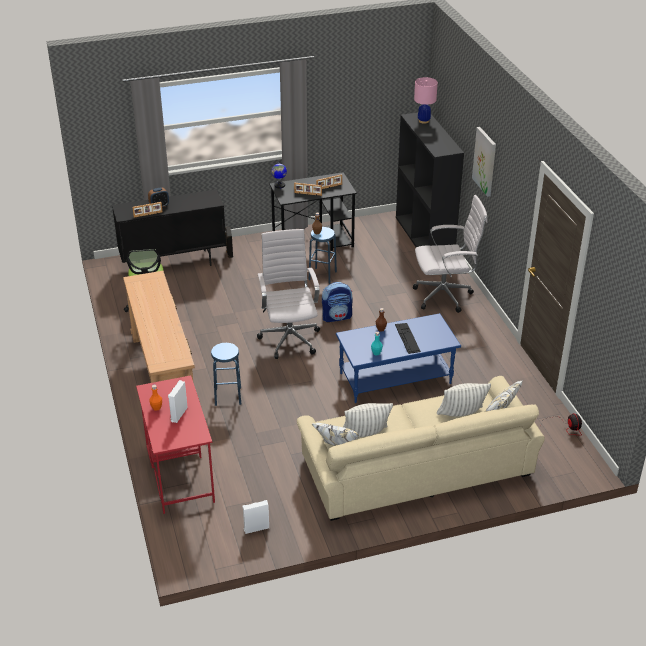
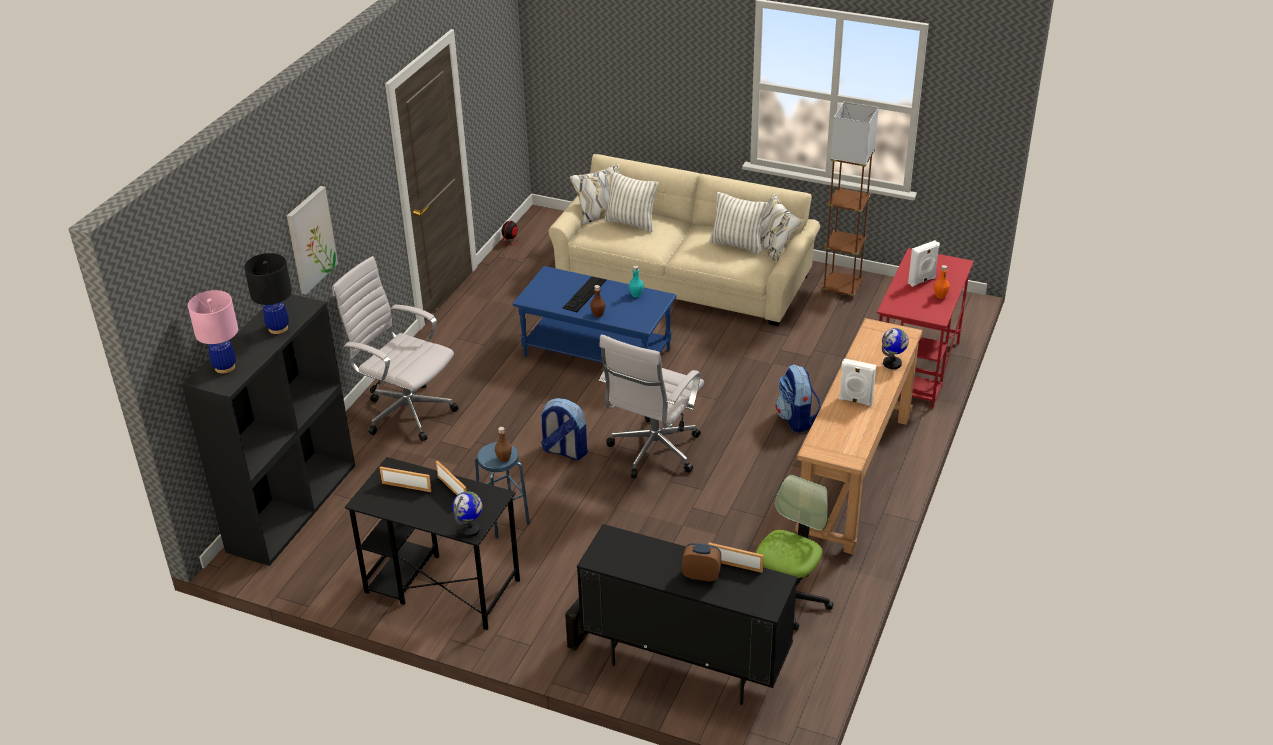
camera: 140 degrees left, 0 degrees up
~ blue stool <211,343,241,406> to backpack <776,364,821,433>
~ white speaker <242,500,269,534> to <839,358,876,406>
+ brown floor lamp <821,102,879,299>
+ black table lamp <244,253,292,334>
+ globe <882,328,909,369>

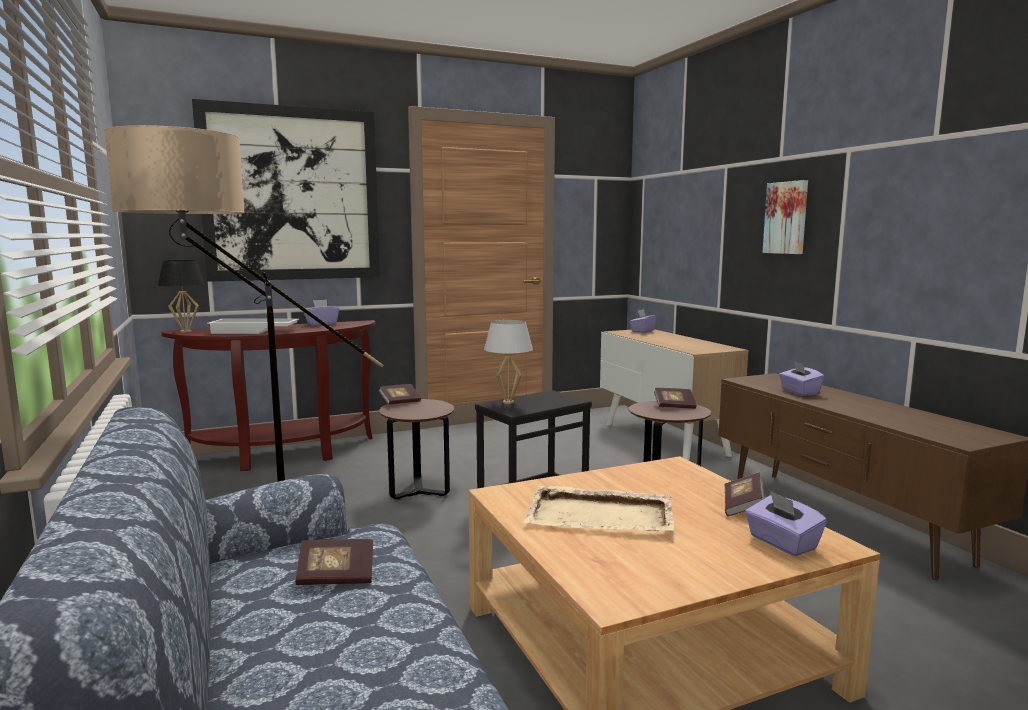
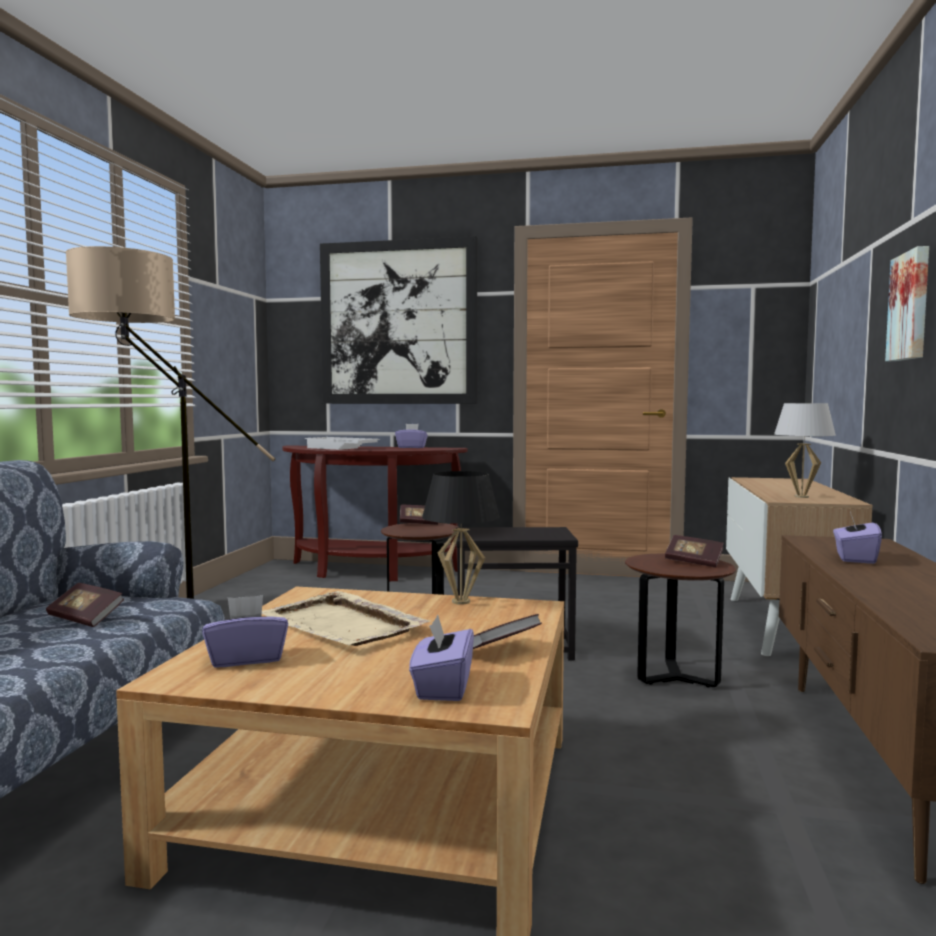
camera: 35 degrees right, 5 degrees down
~ black table lamp <158,260,205,332> to <422,471,500,605>
~ purple tissue box <629,310,657,333> to <202,595,288,668>
~ white table lamp <484,320,533,404> to <774,403,836,498>

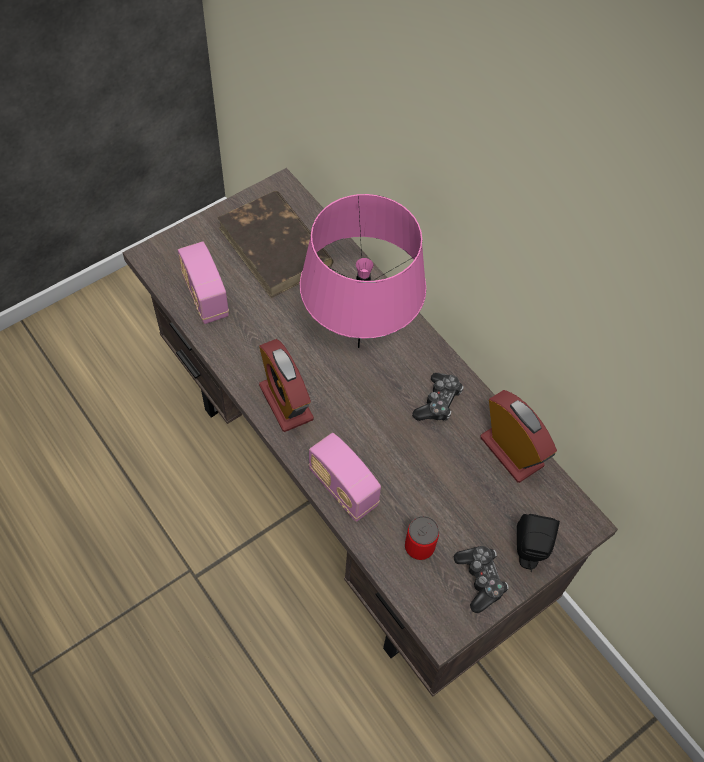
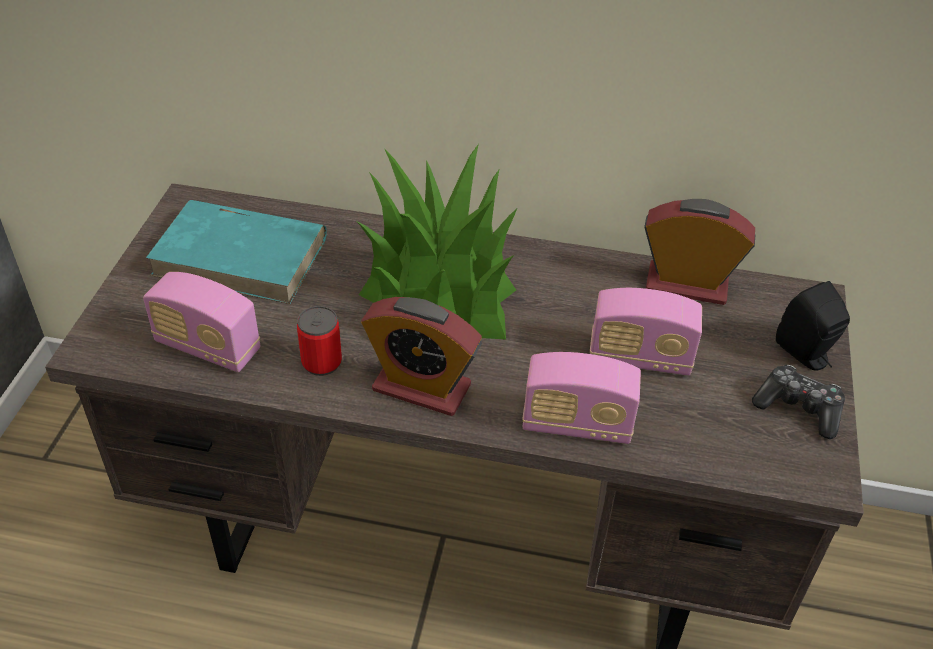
camera: 40 degrees left, 15 degrees down
~ brown book <217,191,334,298> to turquoise book <146,200,327,304>
~ pink table lamp <300,194,426,348> to potted plant <355,144,517,340>
- game controller <412,373,464,421>
~ can <405,516,439,560> to <297,306,342,376>
+ radio <590,288,702,376>

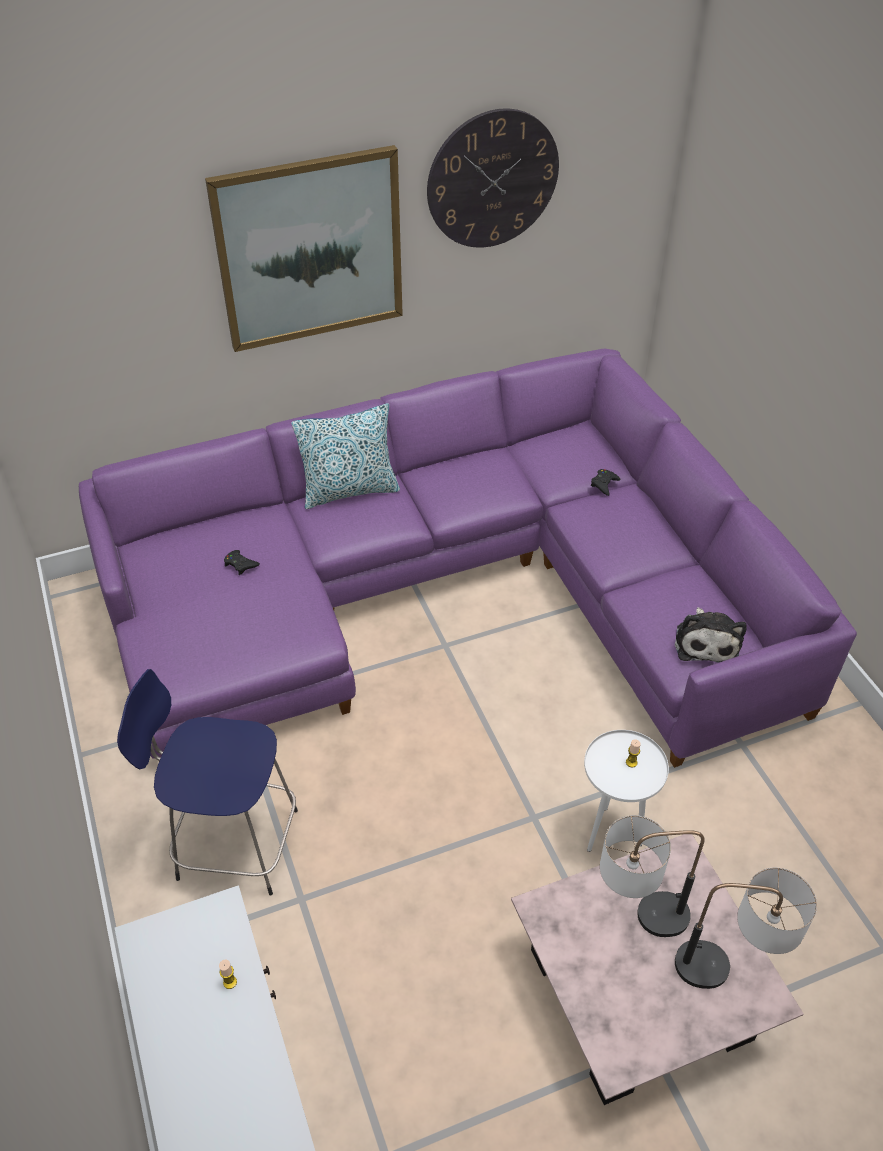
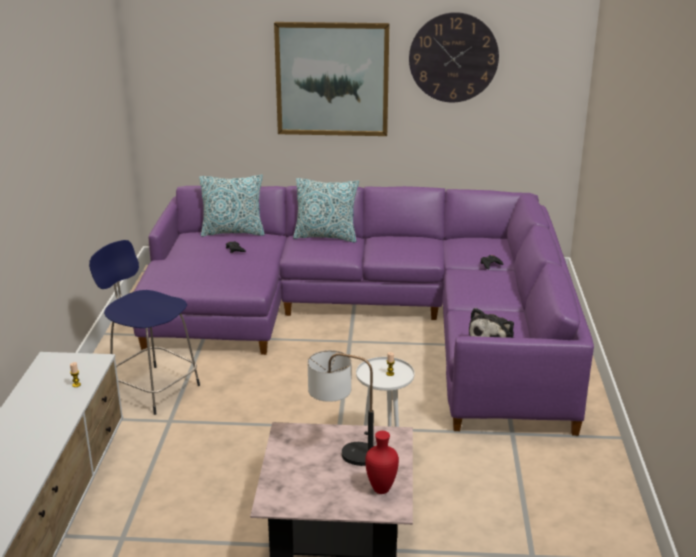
camera: 25 degrees right, 20 degrees down
~ table lamp <675,868,817,989> to red vase <365,431,399,494>
+ pillow <199,175,265,237>

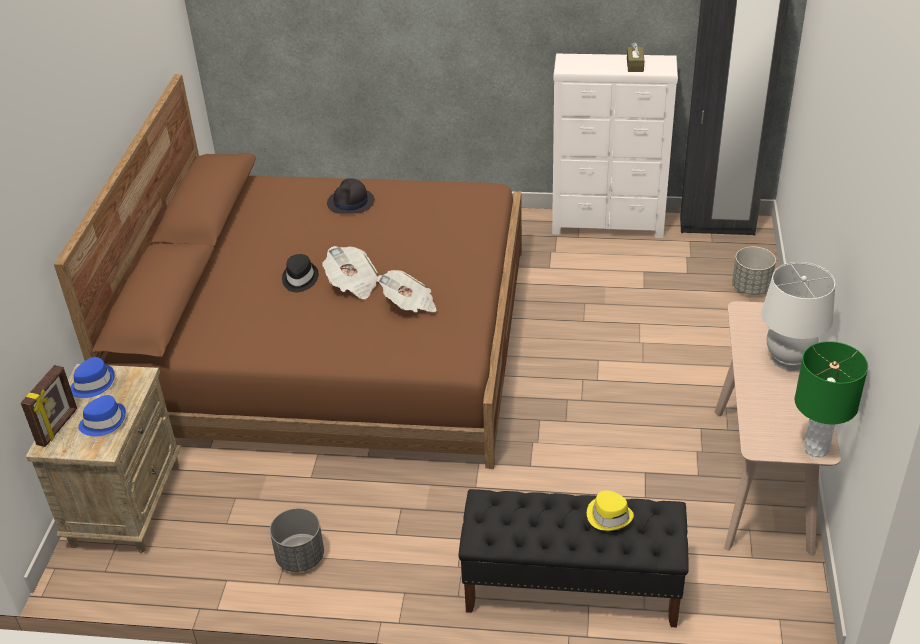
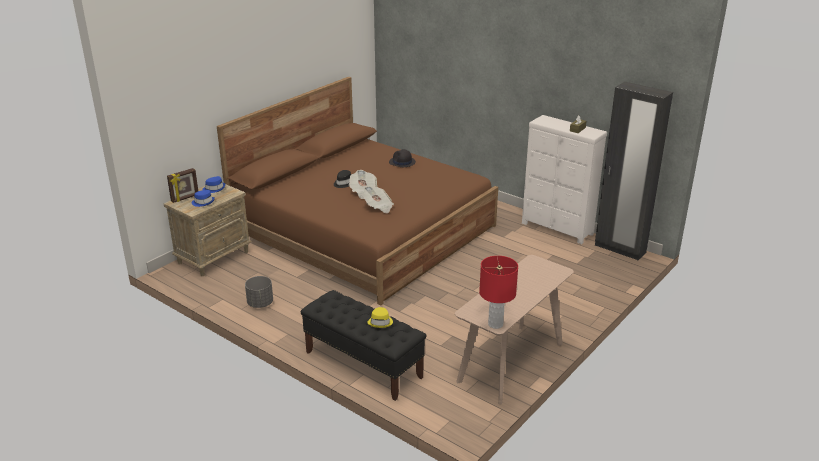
camera: 30 degrees right, 10 degrees down
- grey planter <732,247,776,295>
- white table lamp <761,262,835,371>
~ green table lamp <795,341,868,457> to red table lamp <479,256,518,329>

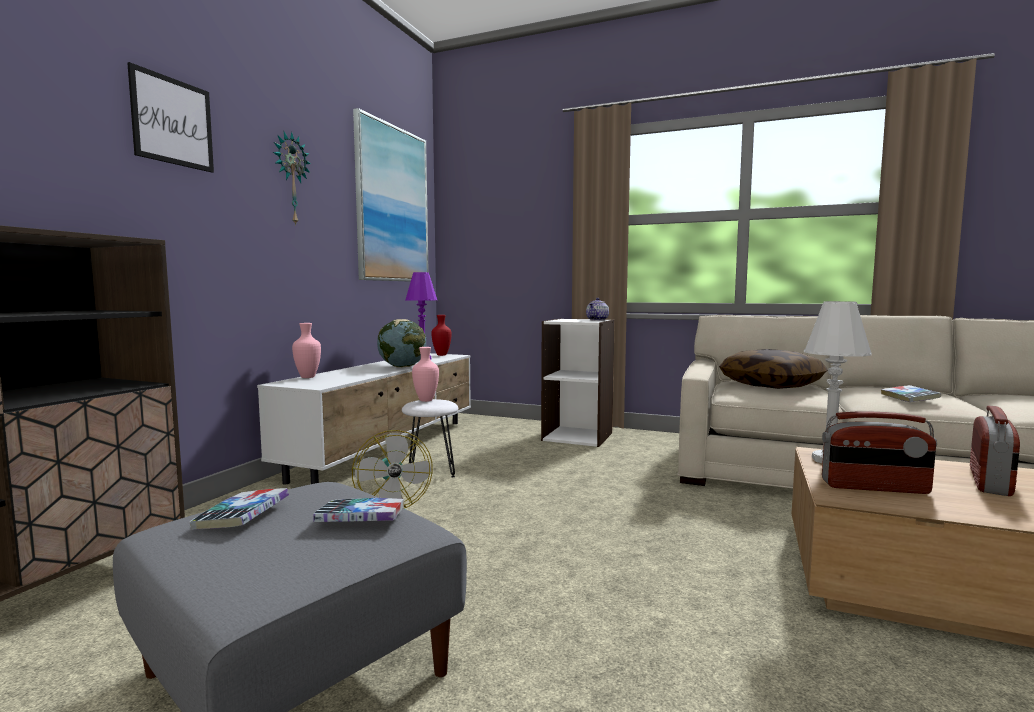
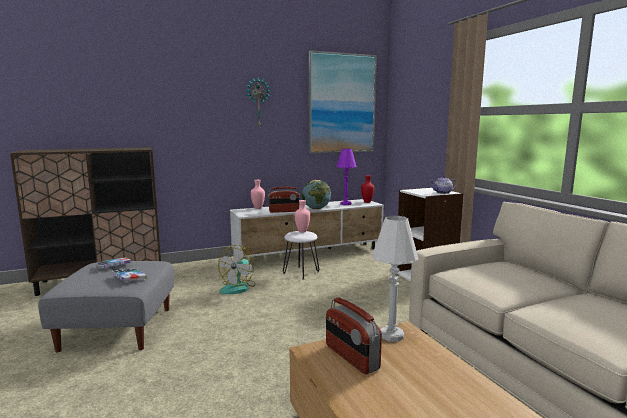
camera: 45 degrees right, 5 degrees up
- picture <127,62,214,173>
- pillow <719,349,828,389>
- book <881,385,941,402>
~ radio <970,405,1020,496> to <268,187,300,213>

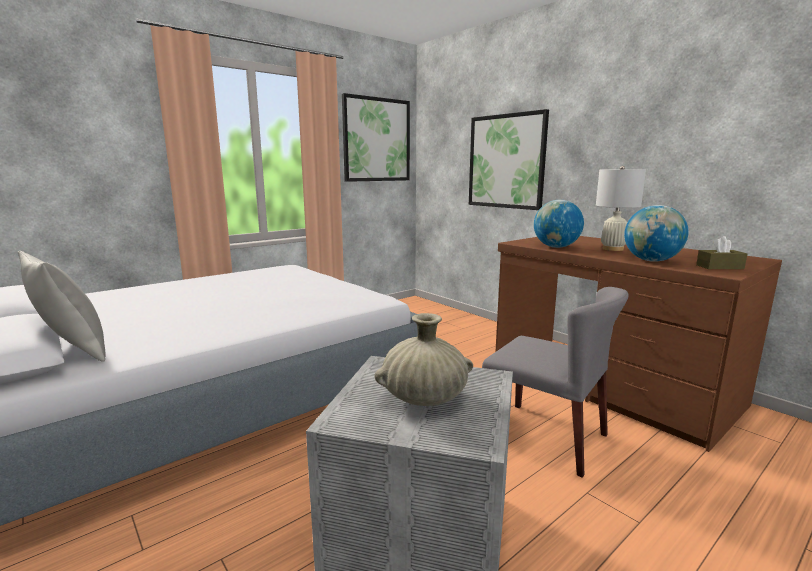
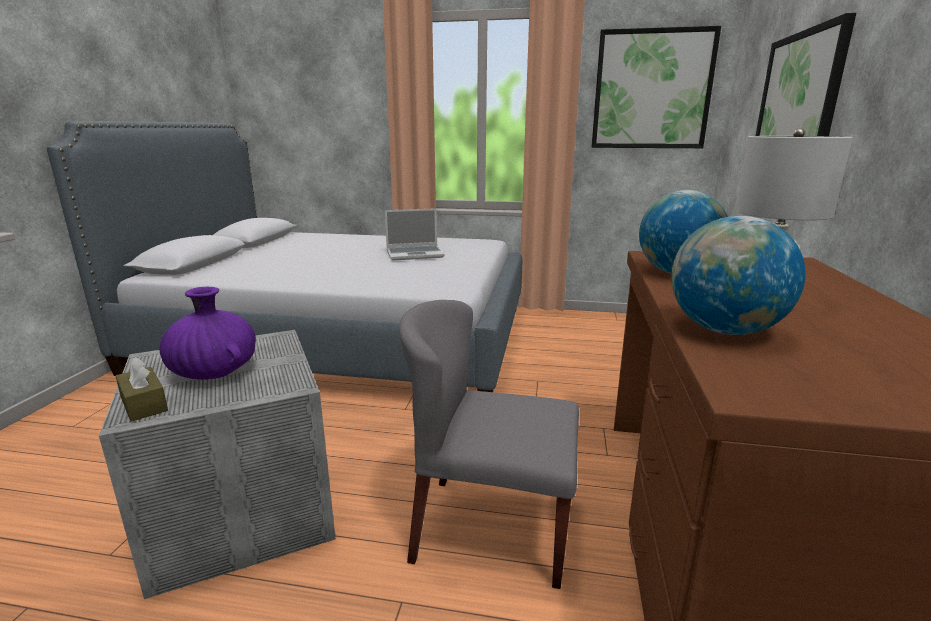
camera: 50 degrees right, 5 degrees up
~ brown tissue box <696,236,747,269> to <116,357,168,422>
- grey pillow <18,251,106,362>
~ grey chair <482,287,629,478> = <399,300,579,589> 105 degrees clockwise
~ beige vase <375,313,473,406> to purple vase <159,287,256,380>
+ laptop <385,208,444,261>

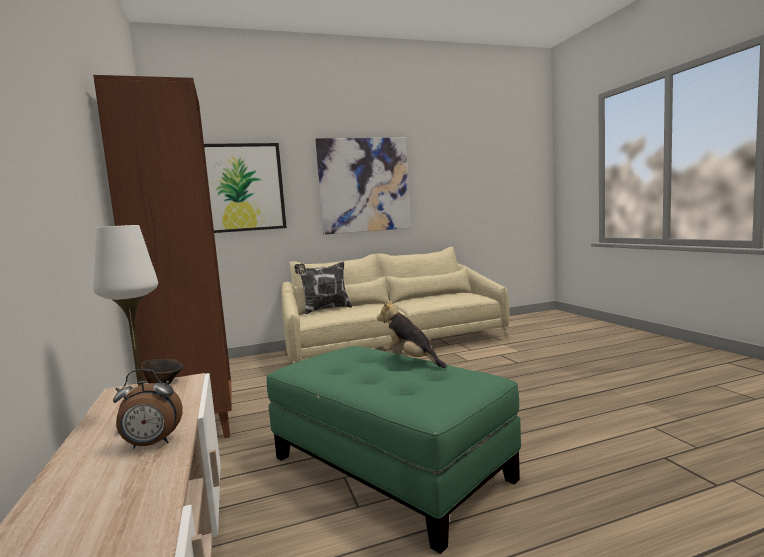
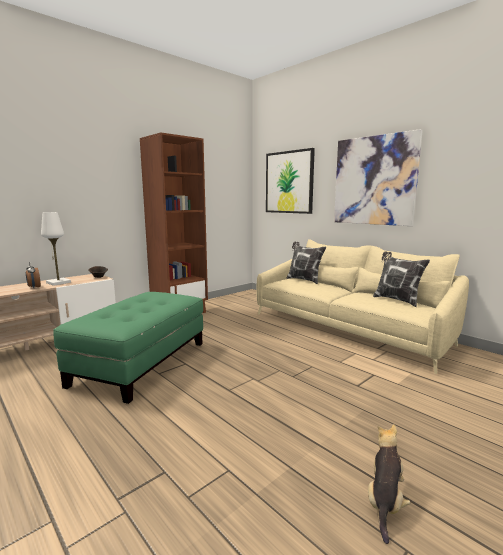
camera: 65 degrees right, 5 degrees up
~ plush toy <377,299,447,368> to <368,424,411,544>
+ pillow <373,251,430,307>

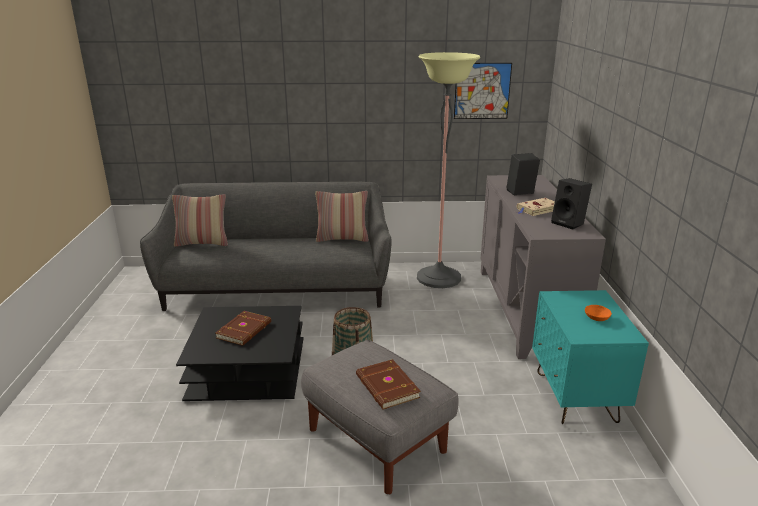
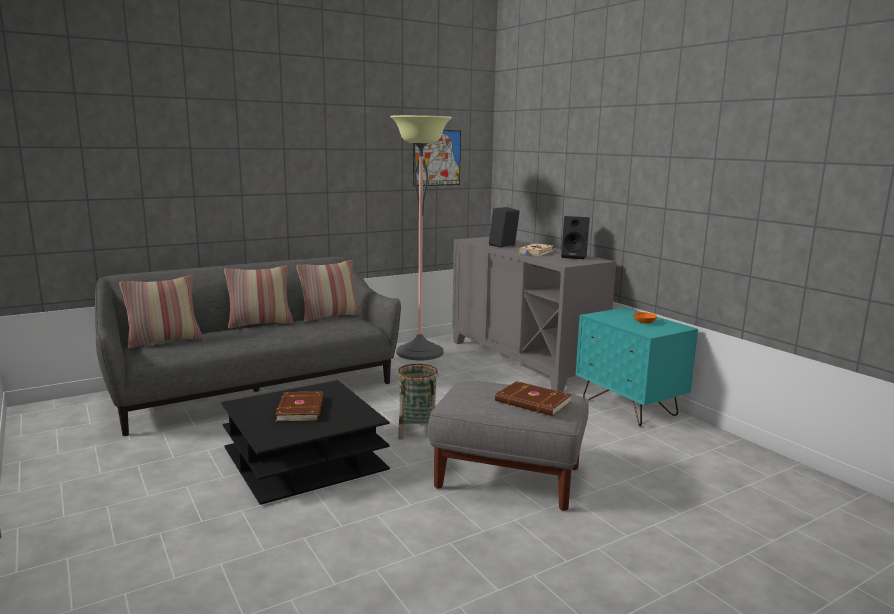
camera: 30 degrees left, 10 degrees down
+ pillow <224,265,293,329>

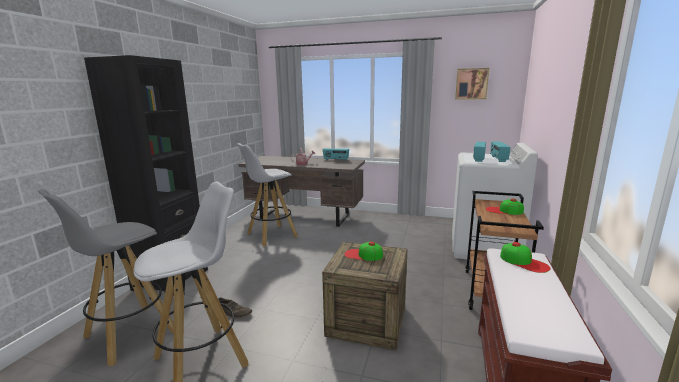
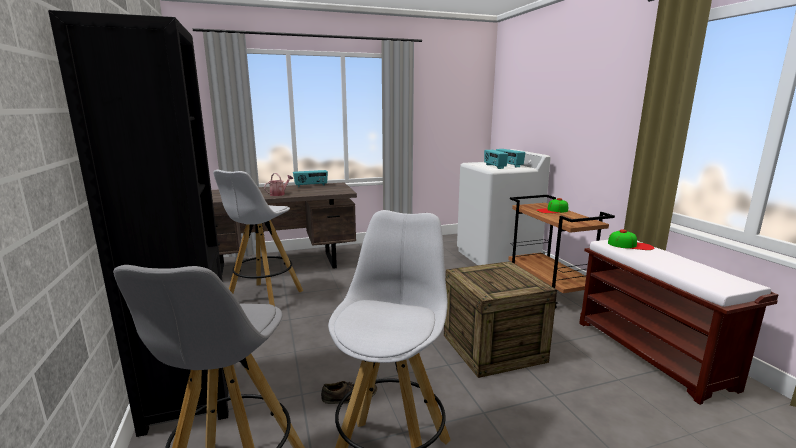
camera: 35 degrees left, 0 degrees up
- picture <455,68,489,100>
- cap <344,242,383,261>

